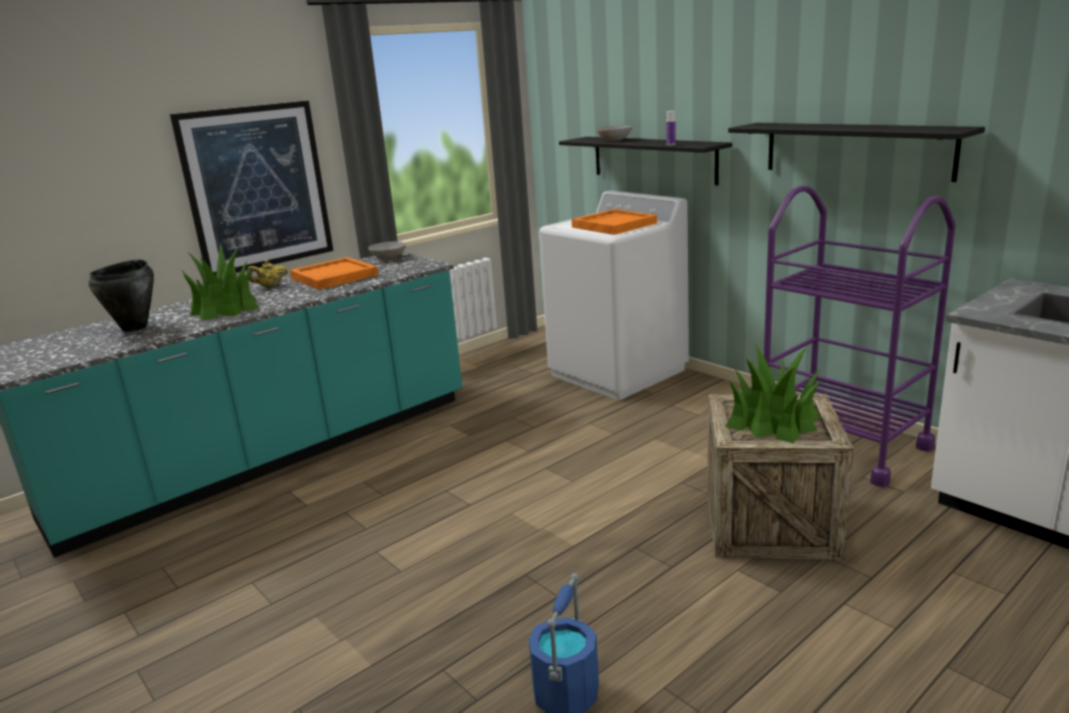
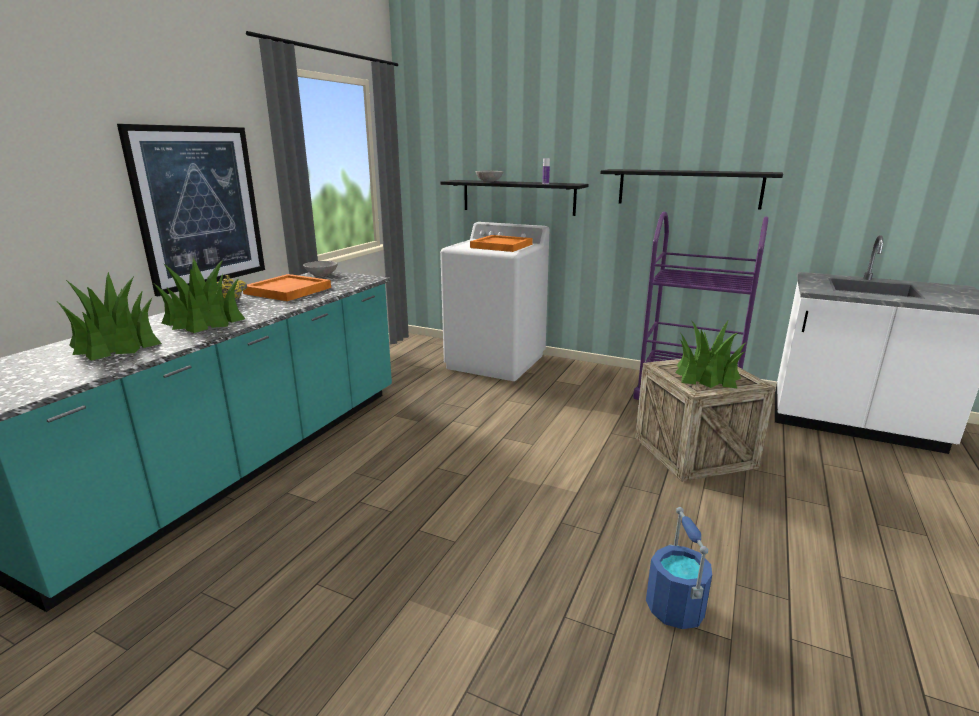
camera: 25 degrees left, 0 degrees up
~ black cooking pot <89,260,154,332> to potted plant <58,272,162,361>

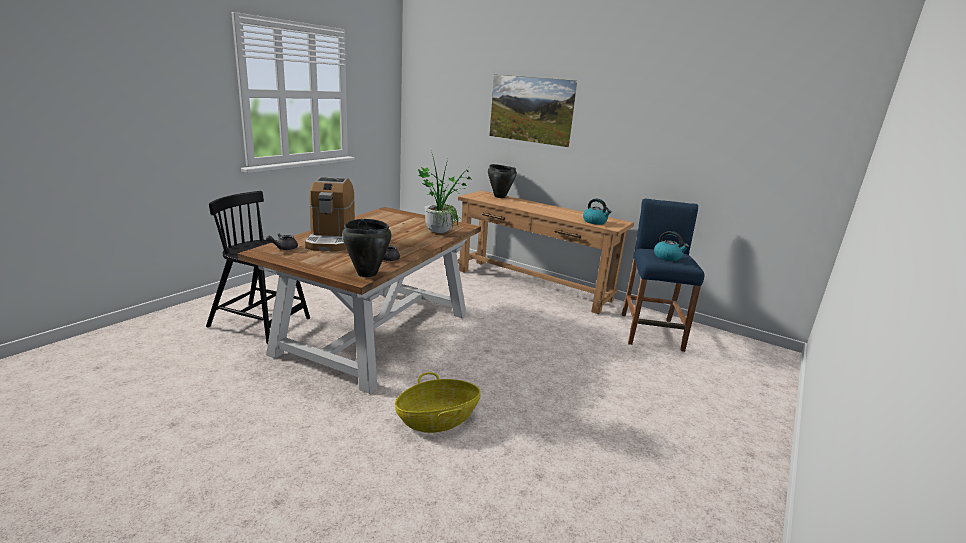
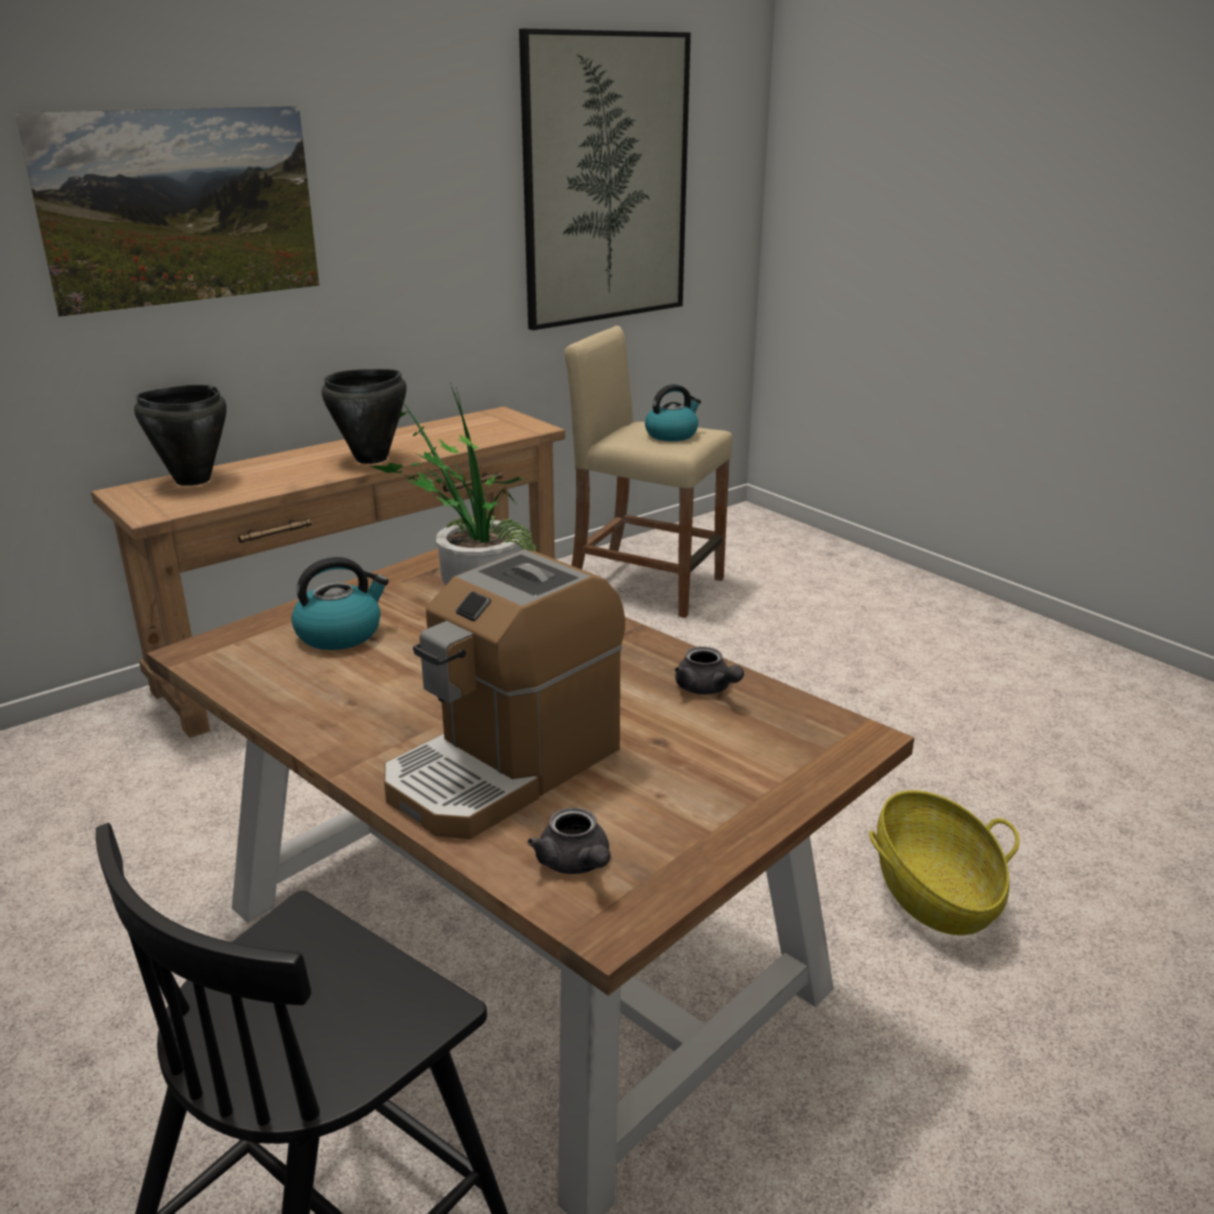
camera: 70 degrees left, 5 degrees up
~ coffee machine <305,177,355,252> = <384,550,625,839> 120 degrees clockwise
~ kettle <583,199,612,225> to <291,557,389,650>
~ blue stool <622,199,704,352> to beige stool <565,326,733,618>
~ black cooking pot <342,219,391,277> to <322,369,407,464>
+ picture <519,29,691,330>

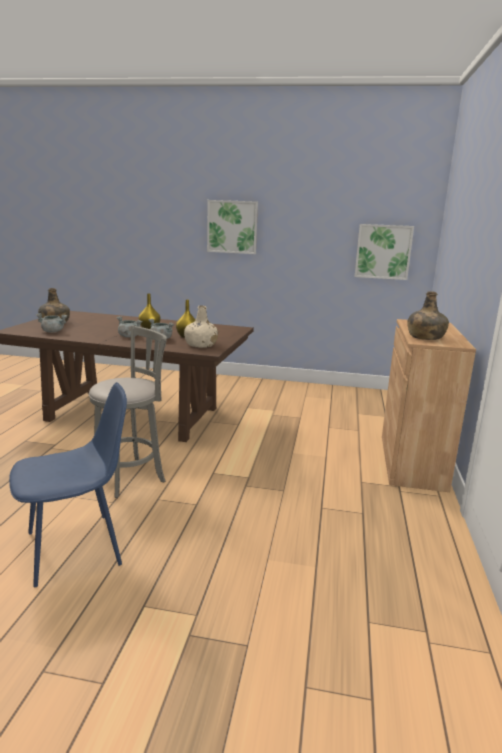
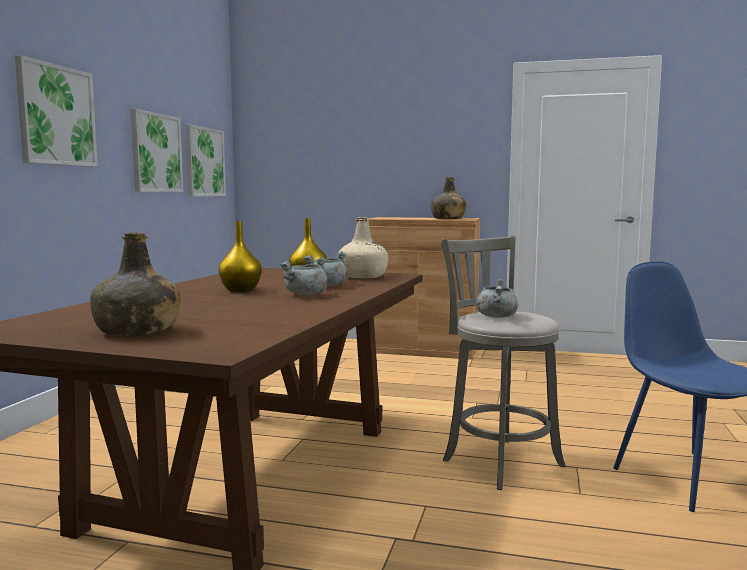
camera: 85 degrees left, 10 degrees down
~ grey cooking pot <36,313,67,333> to <476,279,518,318>
+ picture <131,109,183,192>

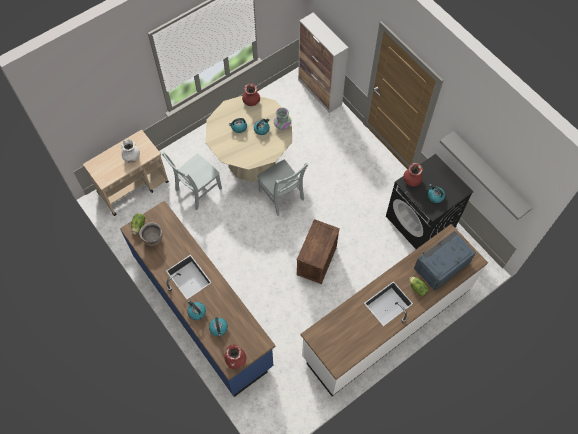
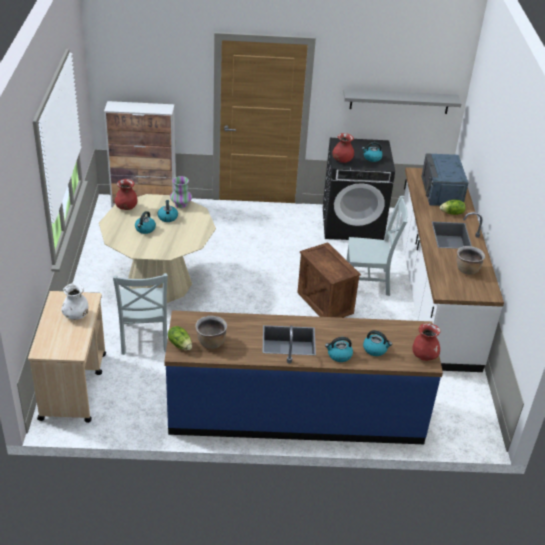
camera: 55 degrees left, 25 degrees down
~ grey chair <257,159,309,216> to <346,196,408,296>
+ brown cooking pot <457,246,485,275>

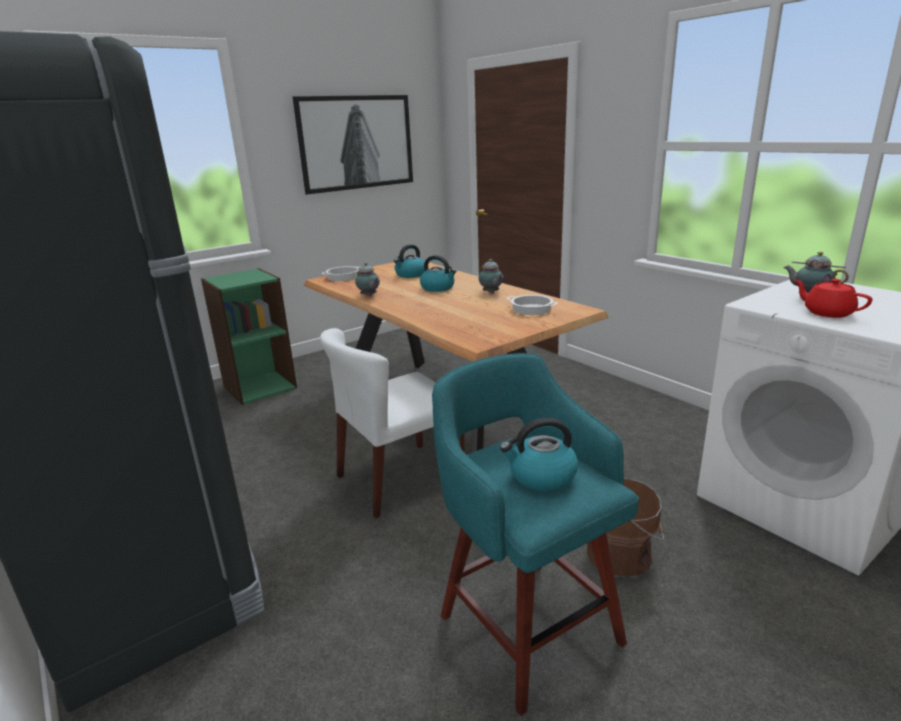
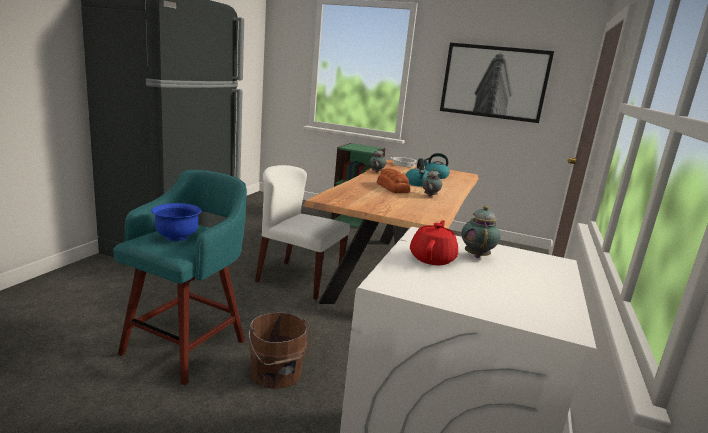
camera: 55 degrees right, 5 degrees down
- cooking pot <506,295,558,315>
~ kettle <500,418,578,491> to blue bowl <151,203,202,241>
+ bread <377,168,410,193>

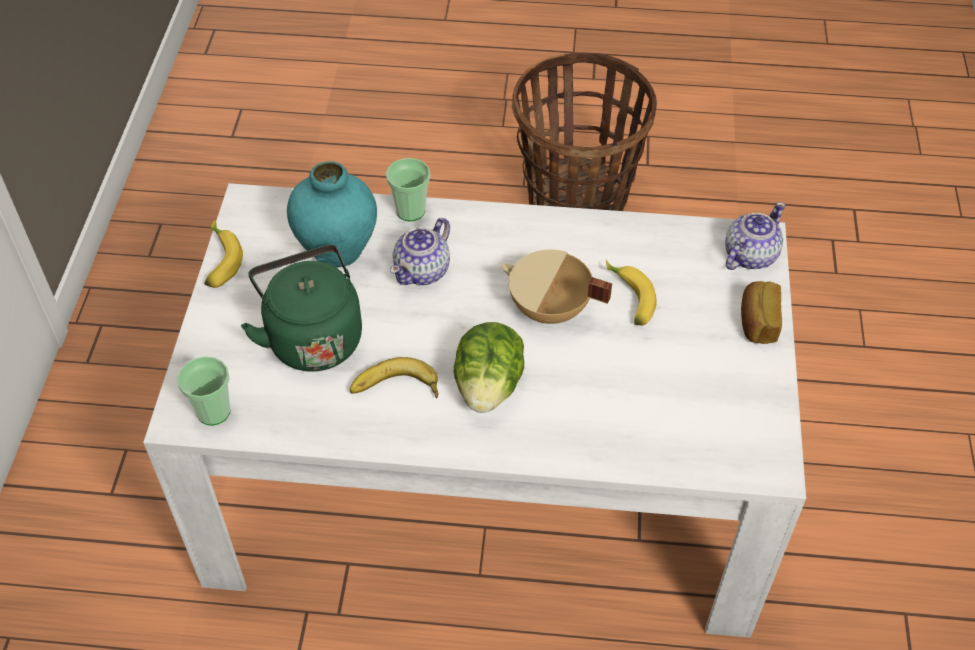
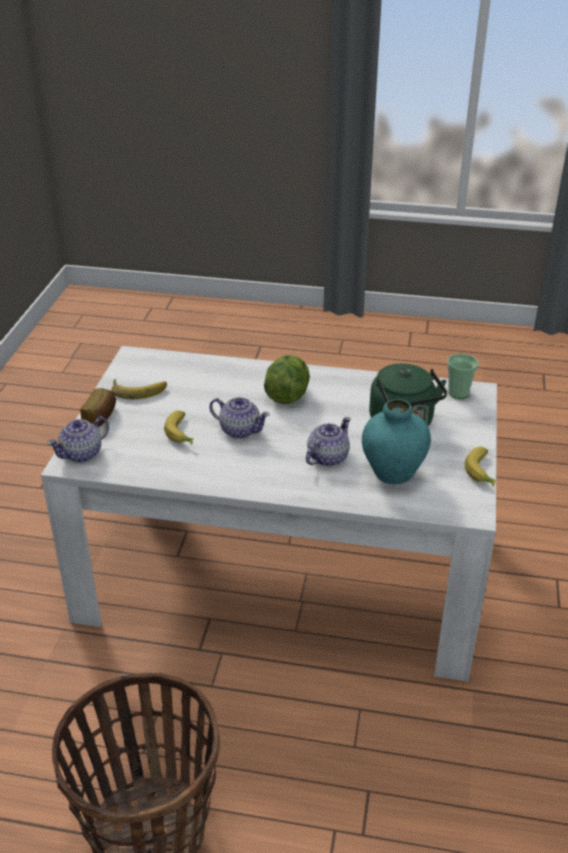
camera: 175 degrees left, 15 degrees down
- cup <386,158,430,222>
~ beige cooking pot <501,250,612,324> to teapot <209,397,270,439>
~ banana <350,357,438,399> to <111,379,167,399>

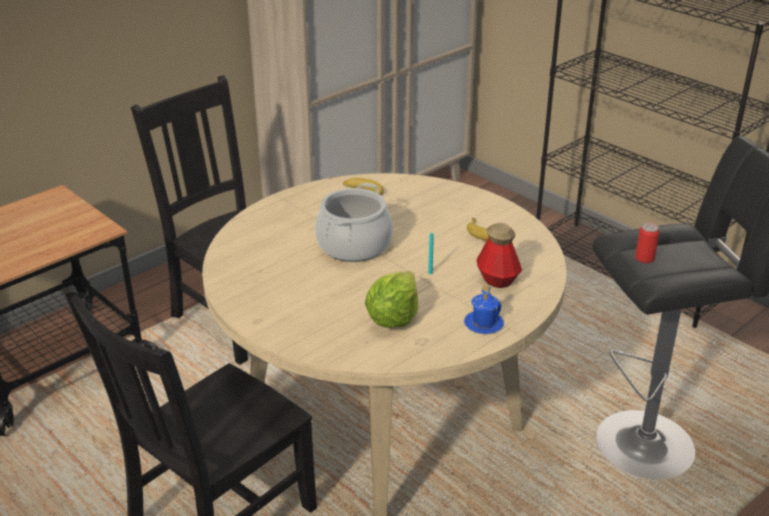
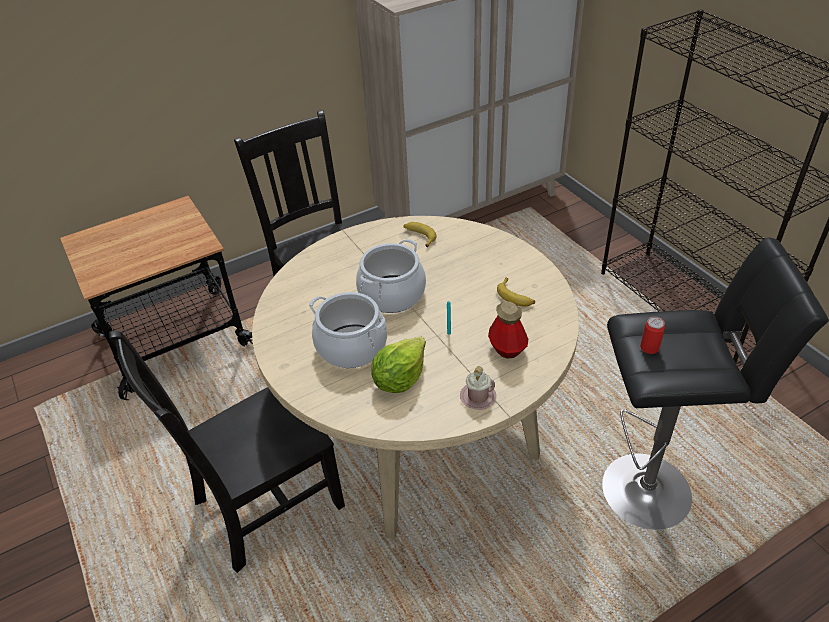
camera: 15 degrees right, 10 degrees up
~ blue mug <464,284,504,334> to pink mug <460,366,496,410>
+ cooking pot <309,292,387,368>

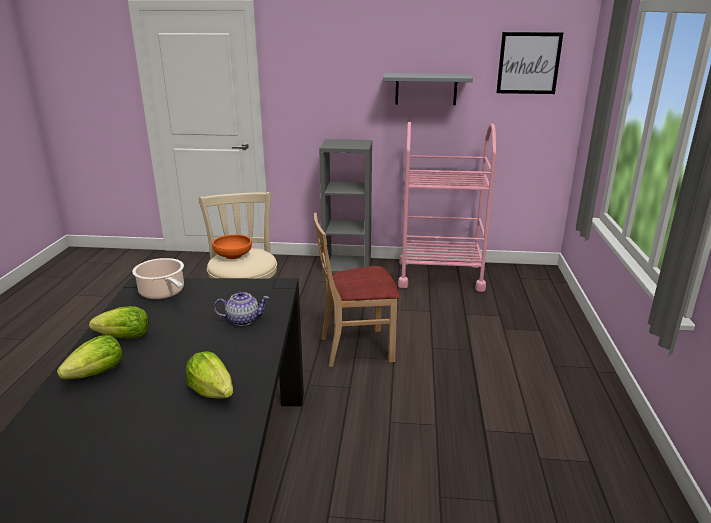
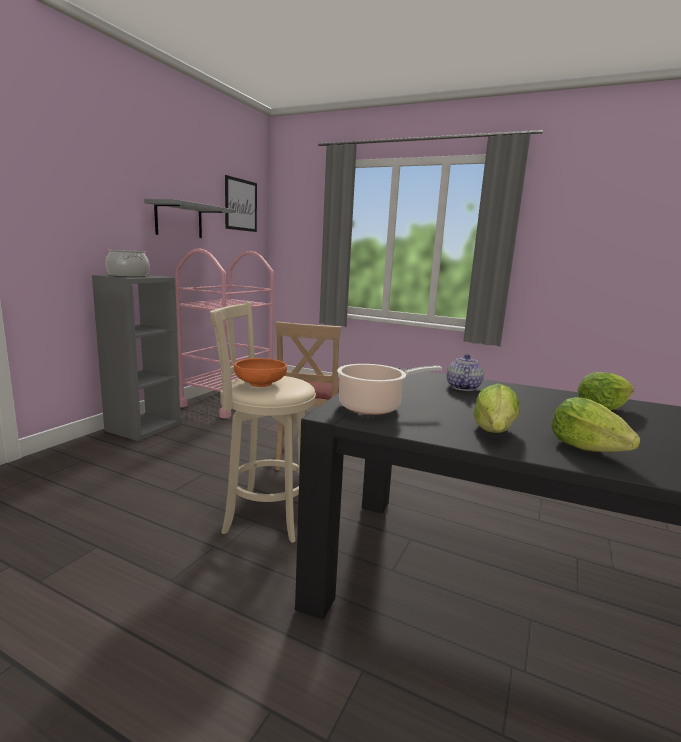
camera: 70 degrees left, 10 degrees down
+ cooking pot <105,250,150,277>

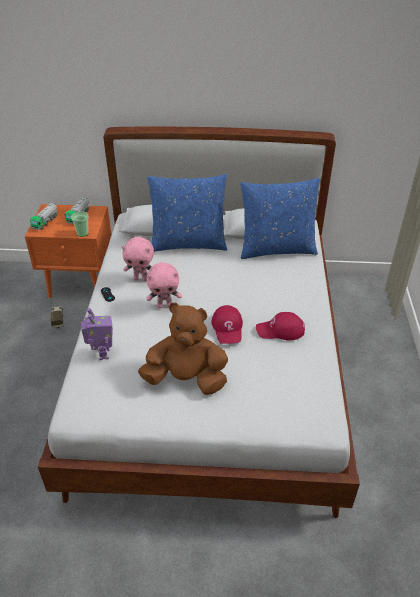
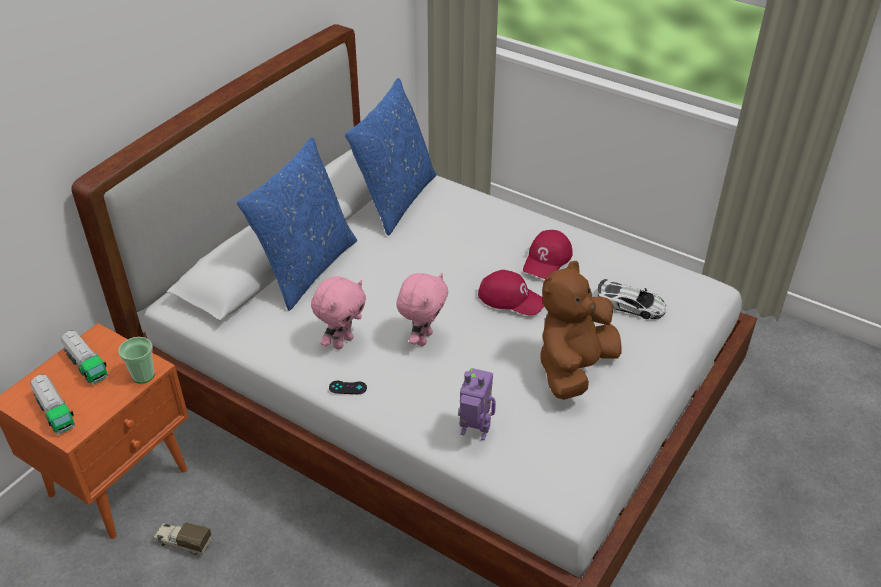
camera: 60 degrees left, 0 degrees up
+ toy car <598,279,666,319>

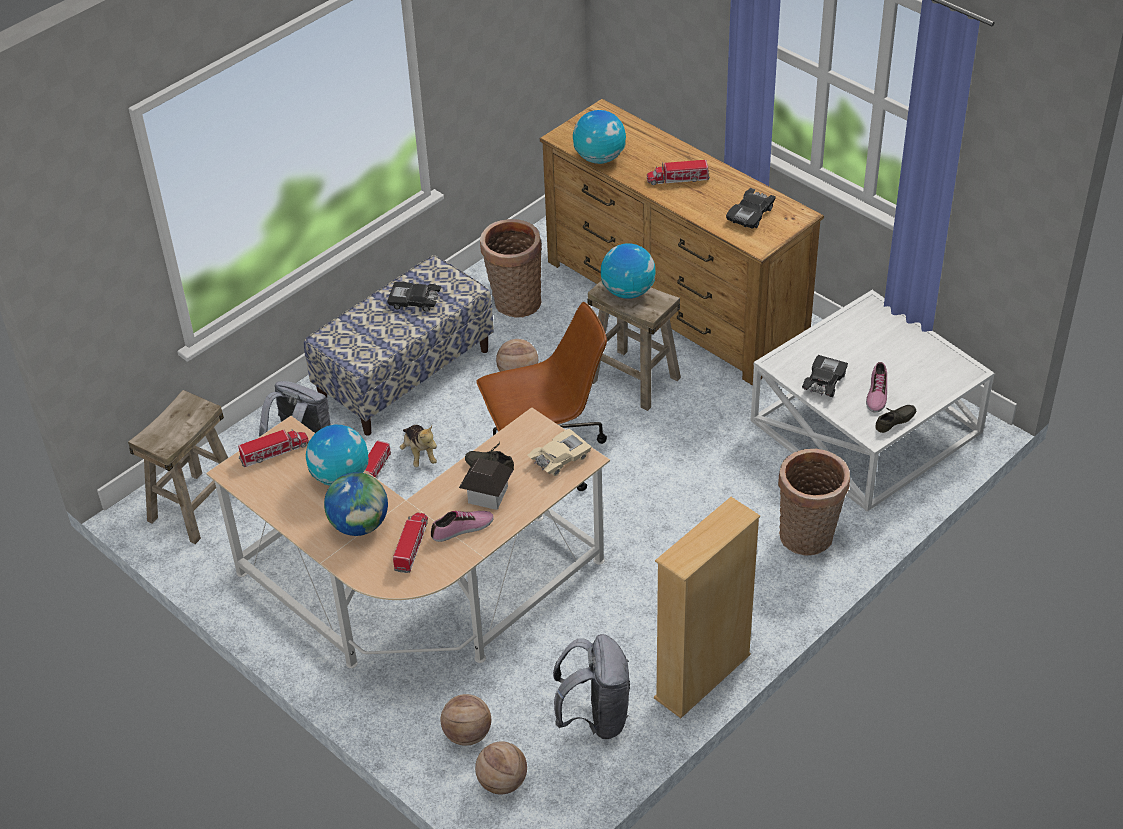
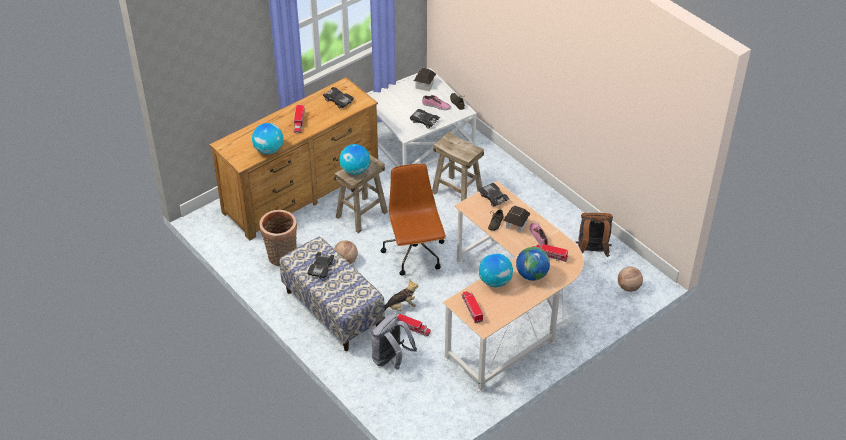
camera: 85 degrees left, 0 degrees up
~ beige stool <128,390,228,544> to <432,132,484,201>
~ beige toy car <527,429,591,476> to black toy car <479,183,509,207>
- basket <778,449,850,555>
- beige bookcase <654,497,760,718>
~ grey backpack <553,634,630,739> to brown backpack <576,213,613,257>
- basketball <441,694,491,746>
+ toy house <414,67,436,91>

